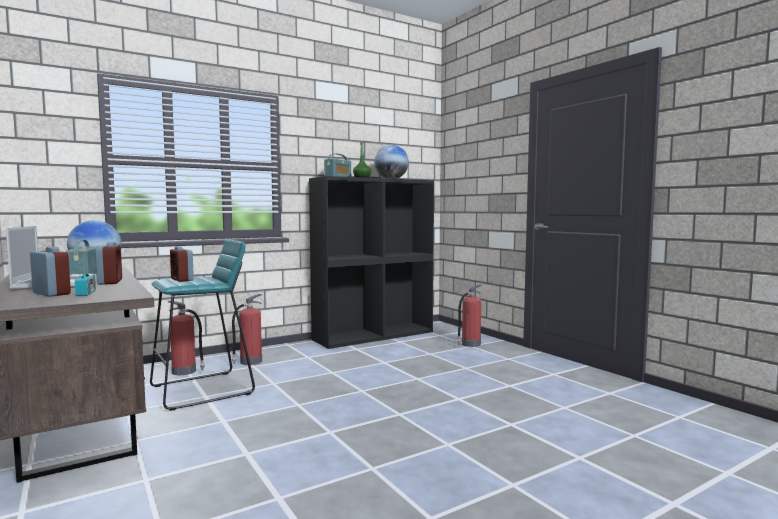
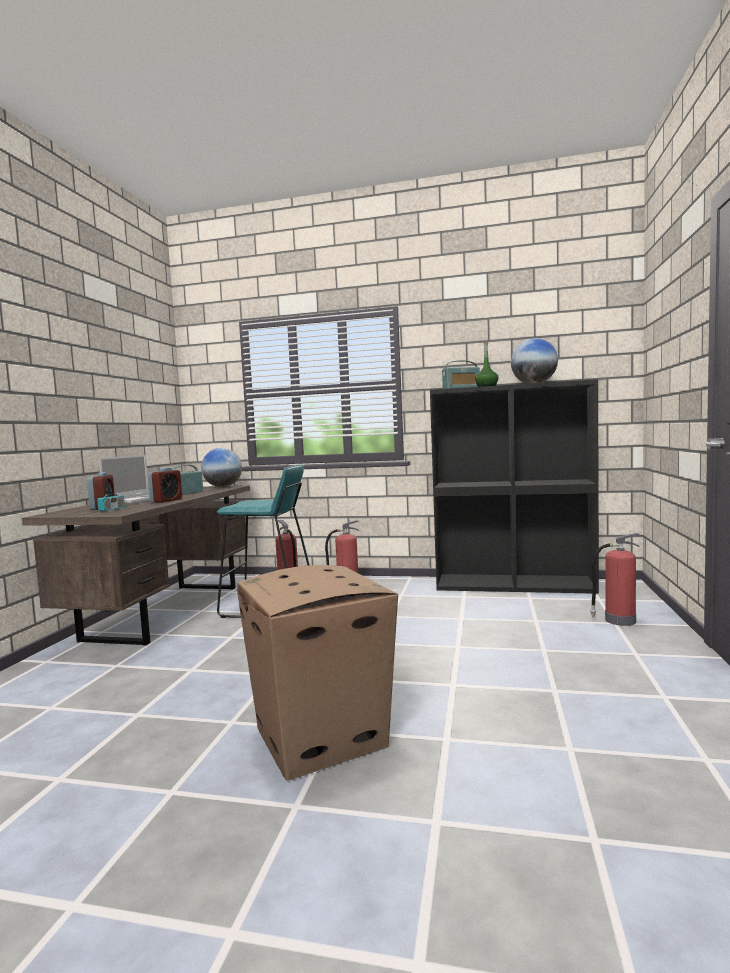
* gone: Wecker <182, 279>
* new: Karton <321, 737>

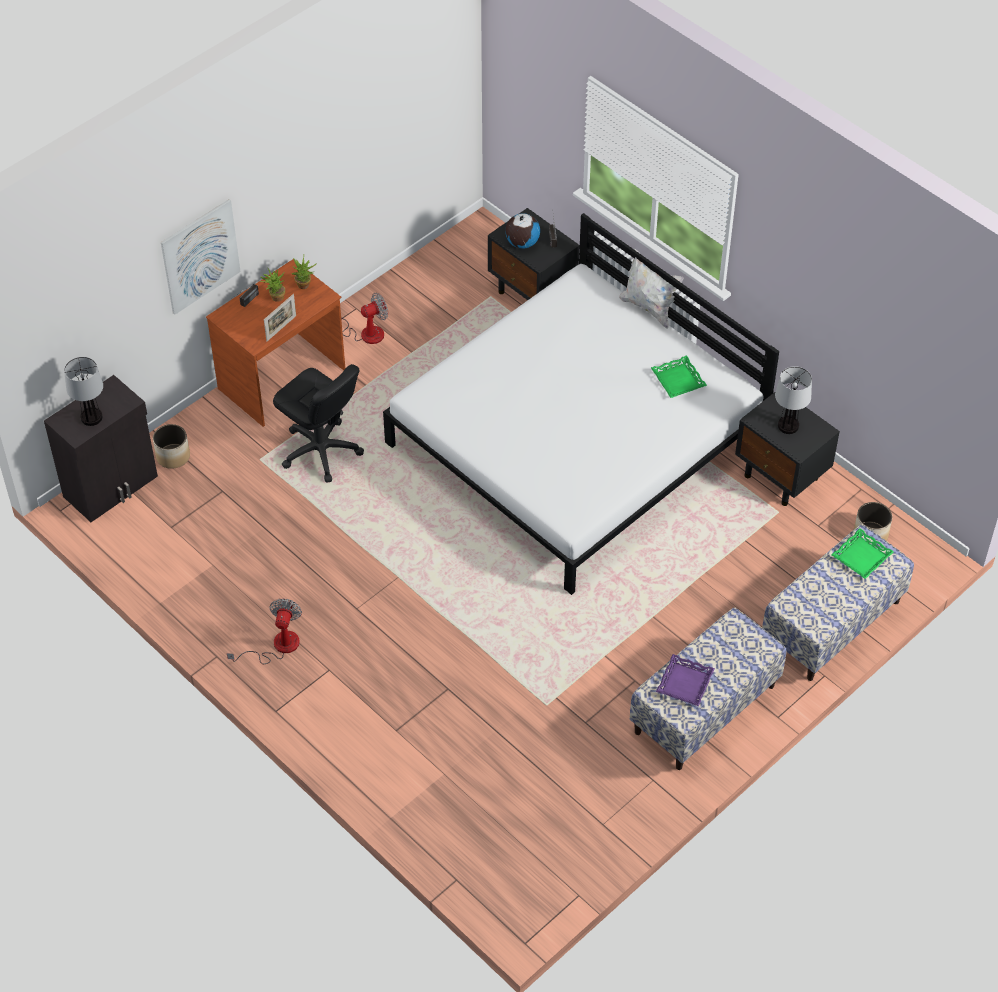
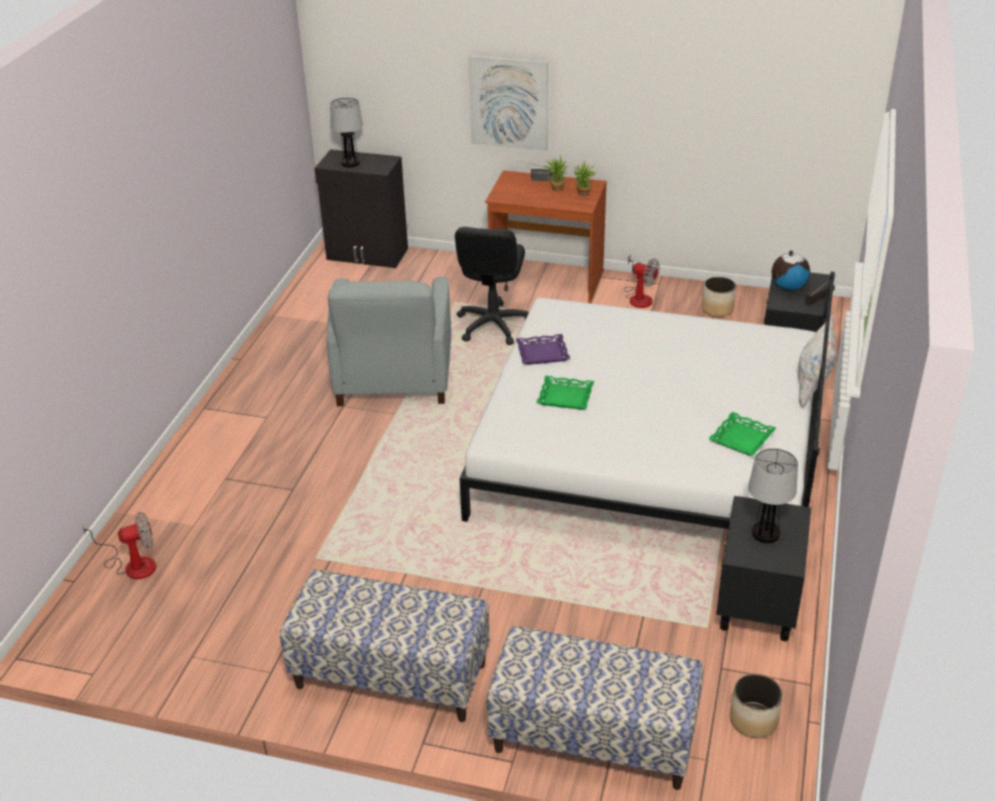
* gone: Bilderrahmen <281, 328>
* new: Sessel/grau <393, 377>
* shifted: Pflanzkübel <173, 456> to <717, 309>
* shifted: Ventilator <277, 646> to <132, 564>
* shifted: Tablett/lila <684, 683> to <542, 353>
* shifted: Tablett/grün <862, 557> to <565, 397>

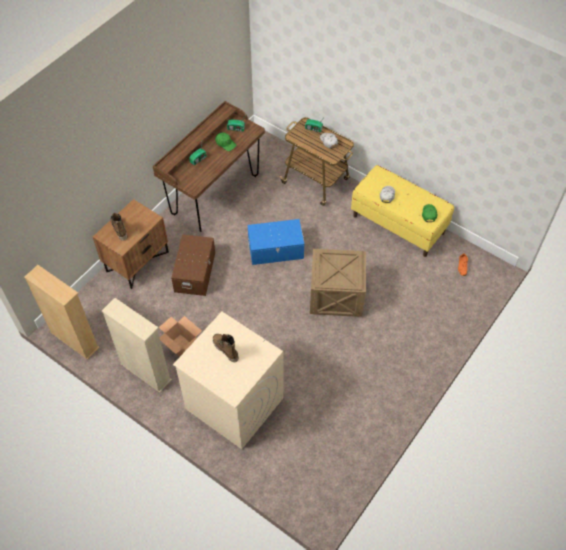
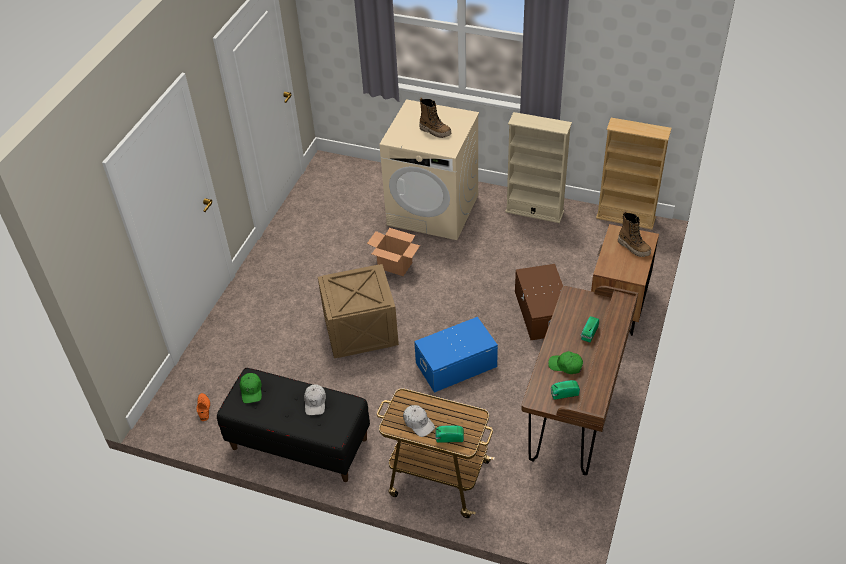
* shifted: Karton <182, 347> to <395, 265>
* repainted: Bank/gelb <398, 224> to Bank/schwarz <299, 444>

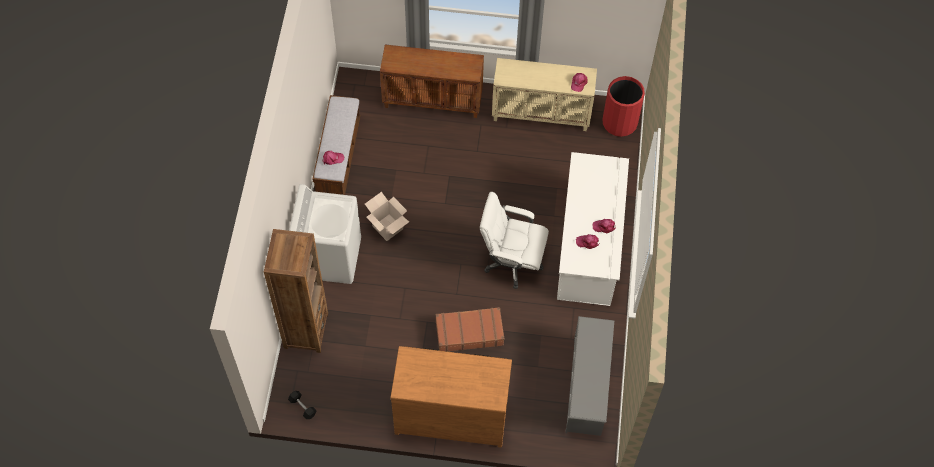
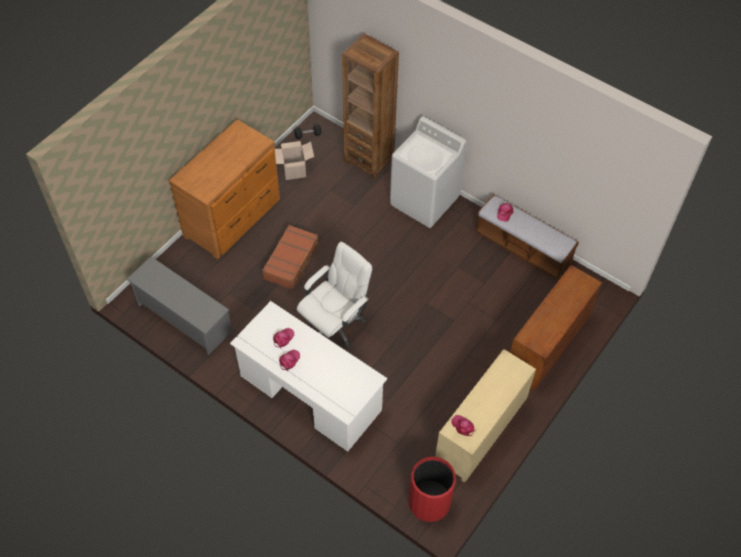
* shifted: Karton <387, 227> to <294, 171>

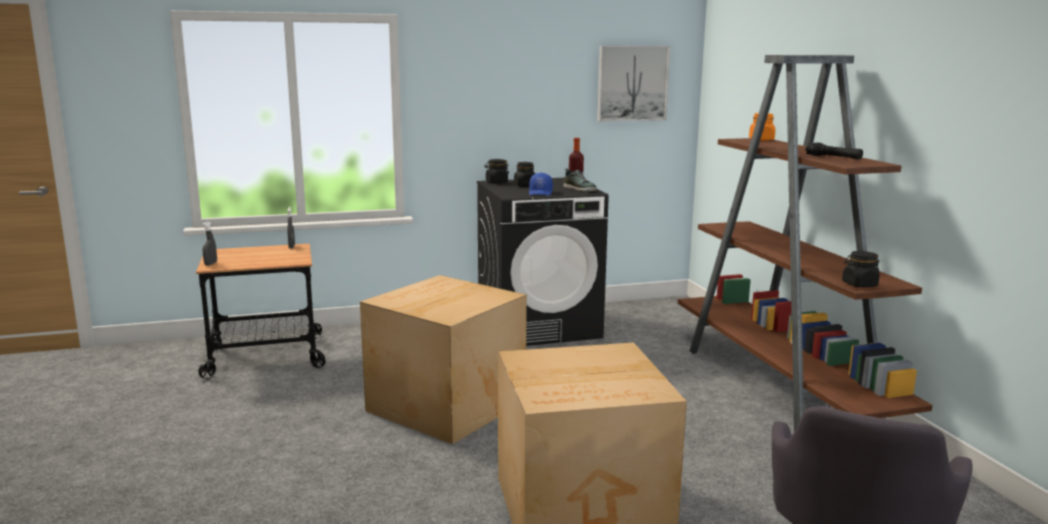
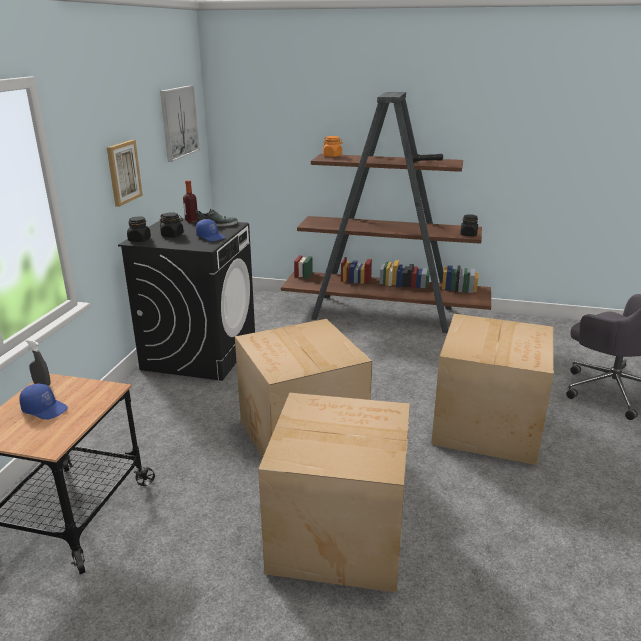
* gone: Sprühflasche/grau <210, 264>
* new: Kappe/blau <45, 409>
* new: Bild <123, 172>
* new: Karton <337, 532>

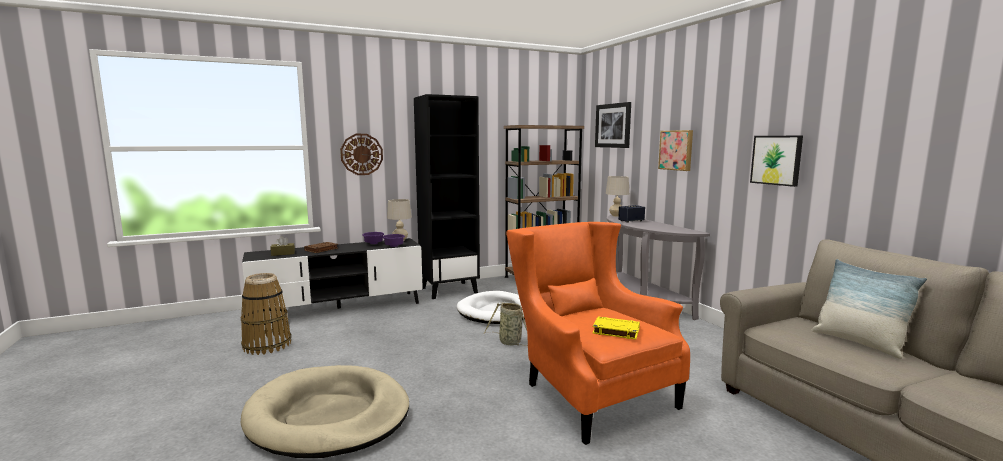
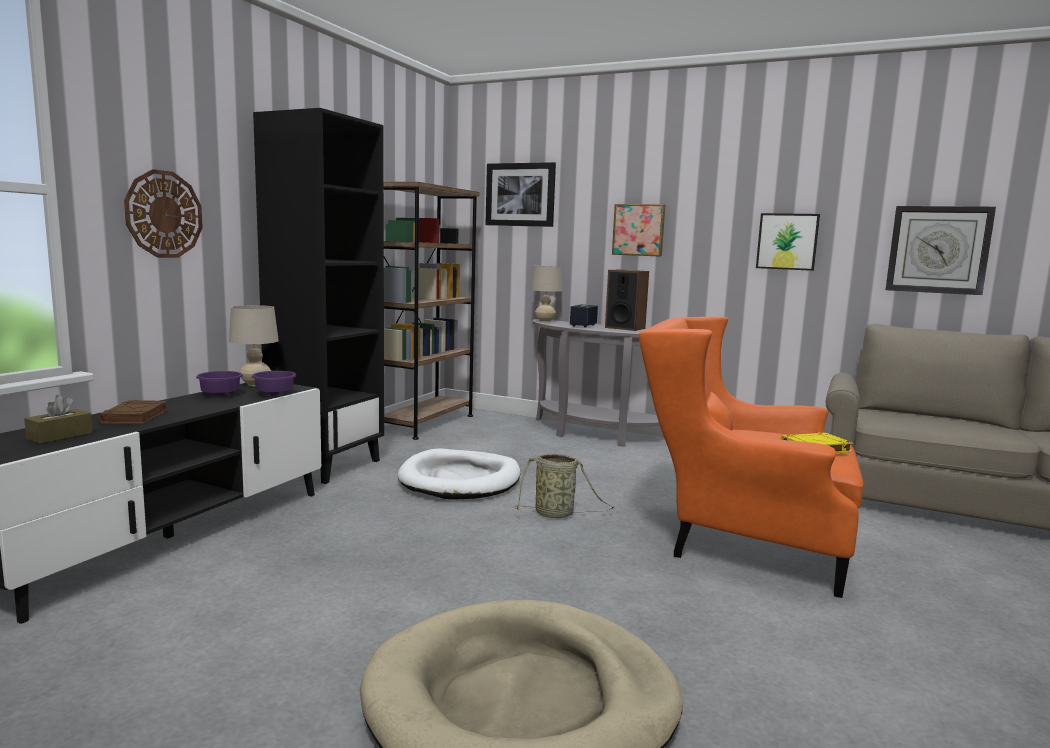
* gone: Korb <267, 345>
* gone: Kissen <858, 343>
* new: Lautsprecher <625, 328>
* new: Wanduhr <938, 250>

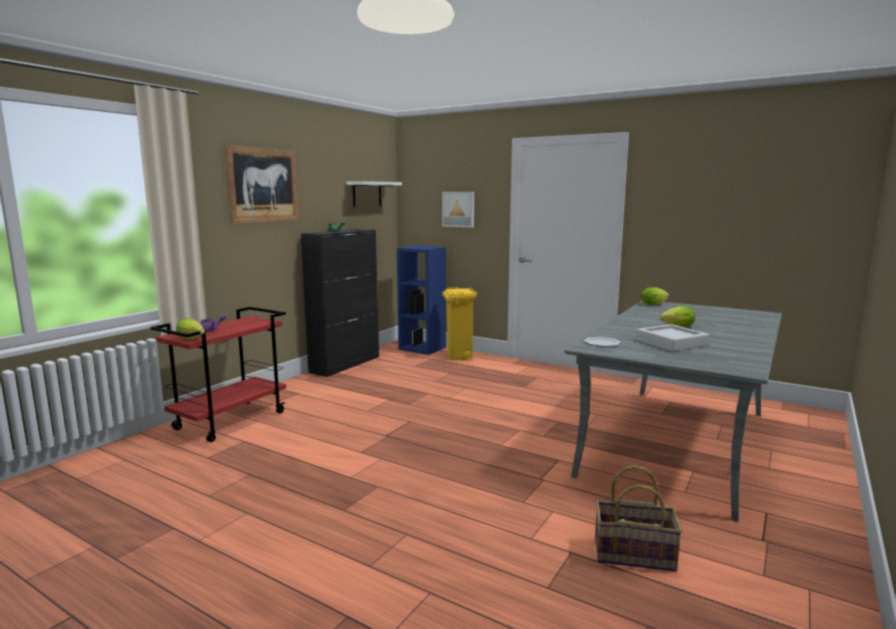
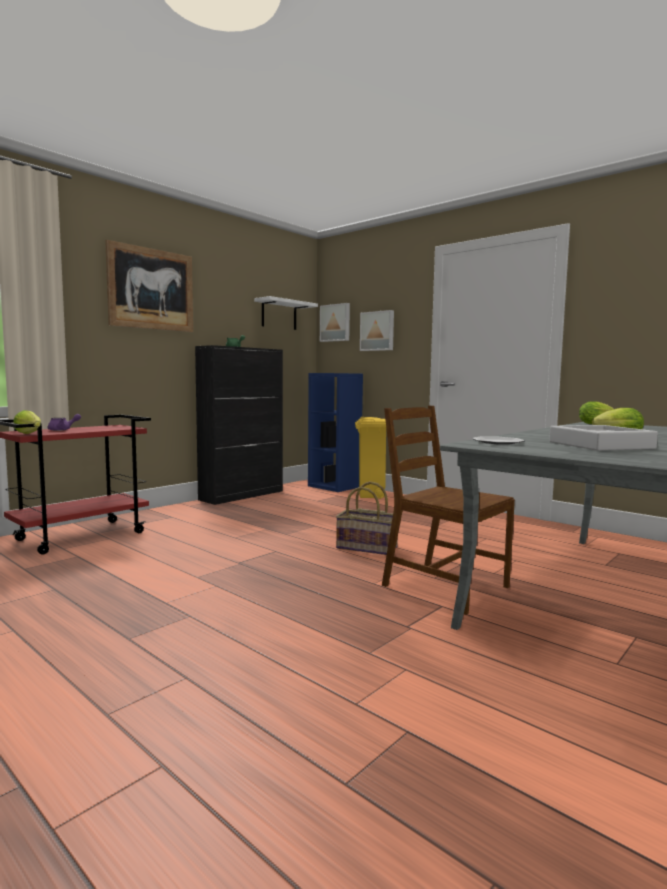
* new: Bild <335, 323>
* new: Stuhl/braun <443, 586>
* shifted: Korb <634, 554> to <367, 547>

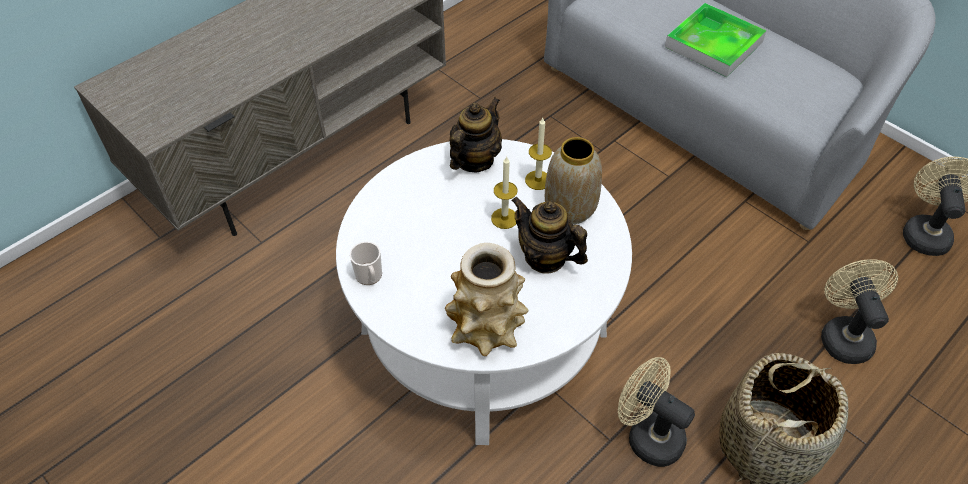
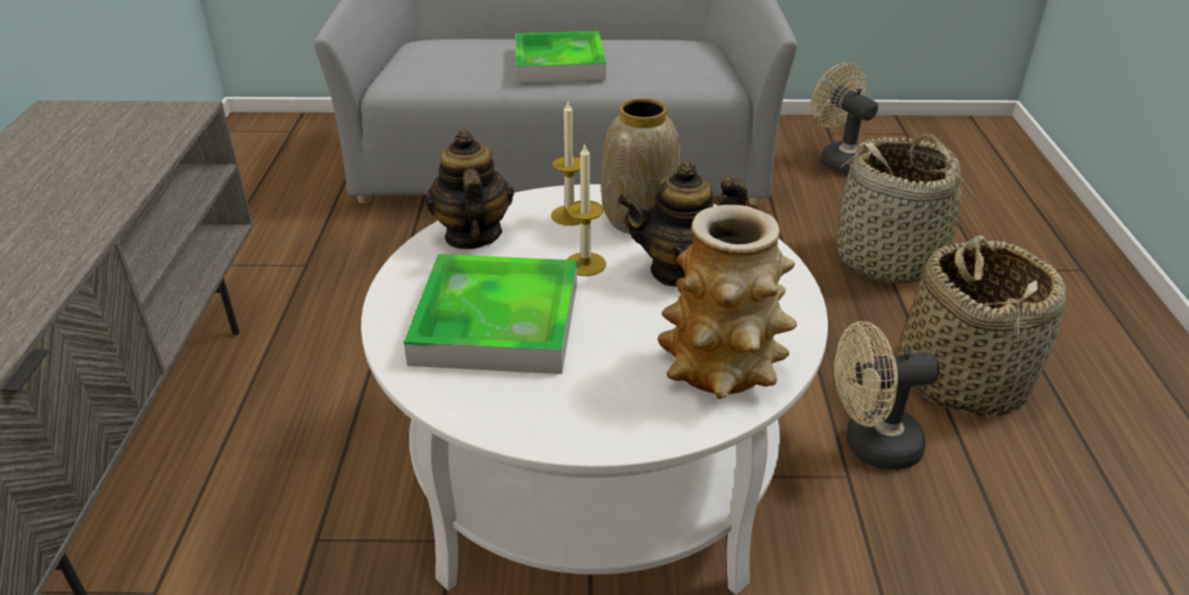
* gone: Henkelbecher <369, 277>
* new: Tablett <497, 322>
* swapped: Ventilator/beige <843, 335> to Korb <889, 259>

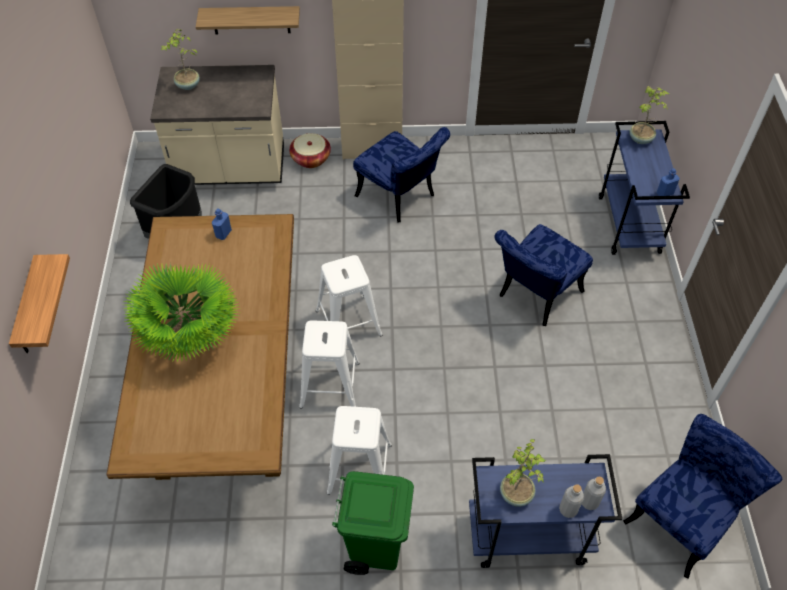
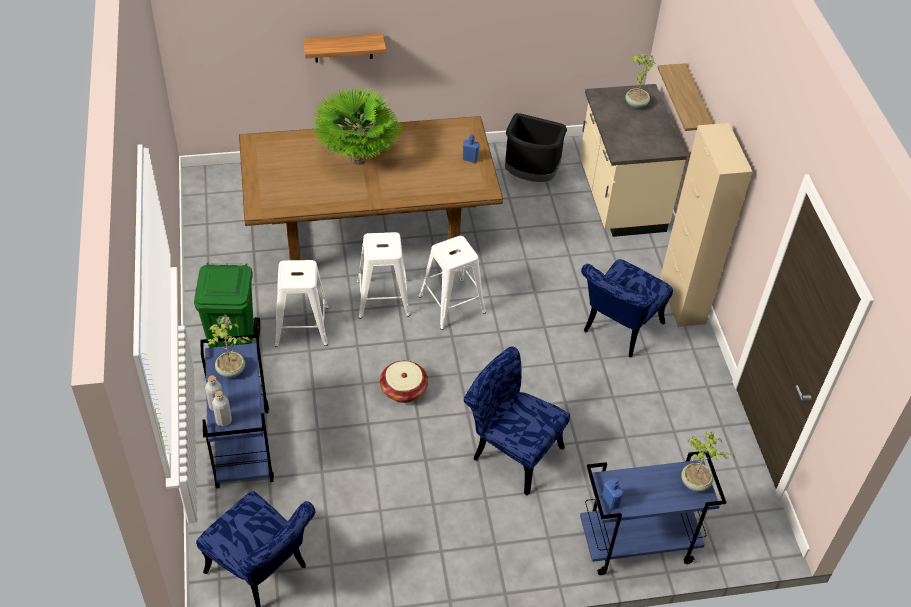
* shifted: Korb <311, 158> to <403, 389>

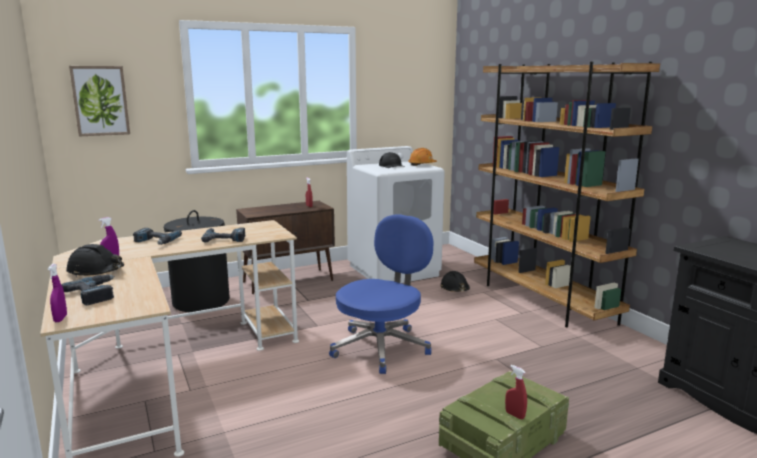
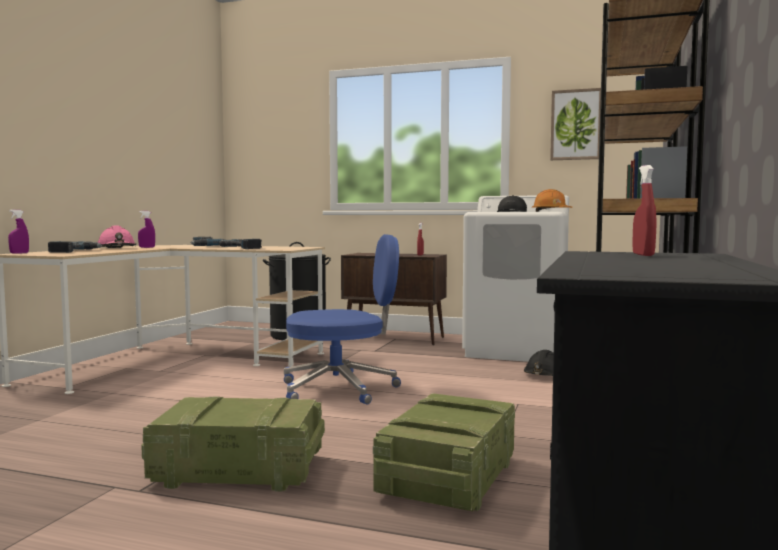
* new: Kiste <449, 479>
* shifted: Bild <100, 101> to <576, 125>
* shifted: Sprühflasche/rot <515, 415> to <643, 255>
* repainted: Schutzhelm/schwarz <96, 271> to Schutzhelm/rosa <117, 248>

